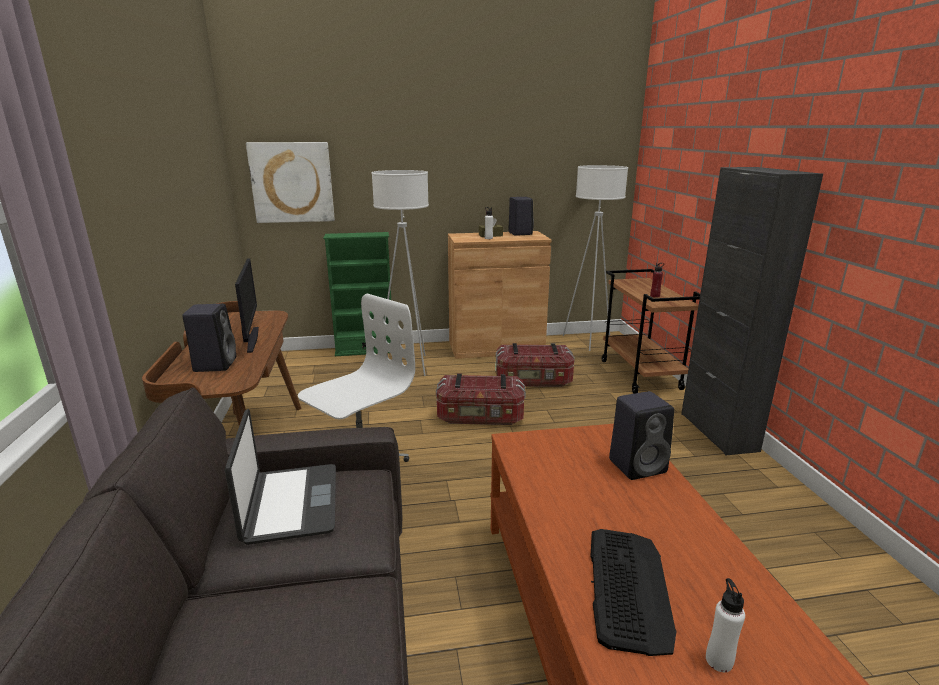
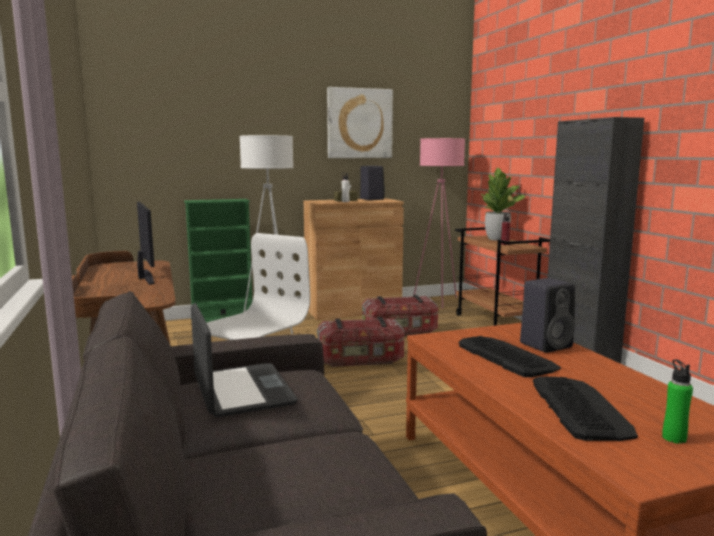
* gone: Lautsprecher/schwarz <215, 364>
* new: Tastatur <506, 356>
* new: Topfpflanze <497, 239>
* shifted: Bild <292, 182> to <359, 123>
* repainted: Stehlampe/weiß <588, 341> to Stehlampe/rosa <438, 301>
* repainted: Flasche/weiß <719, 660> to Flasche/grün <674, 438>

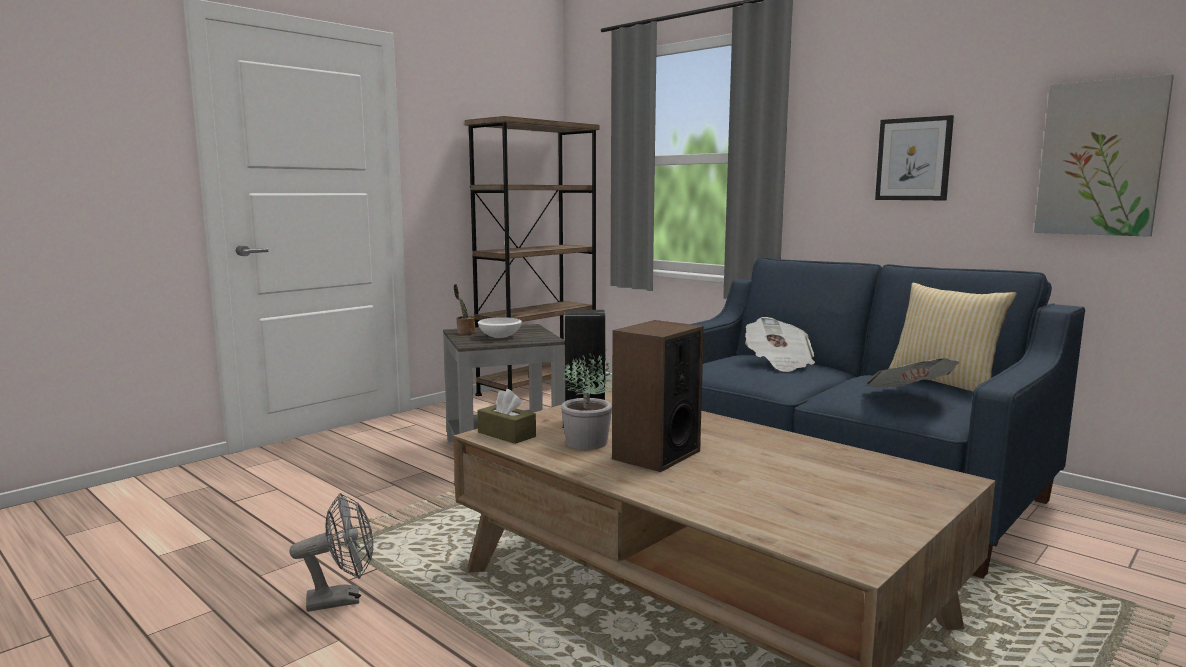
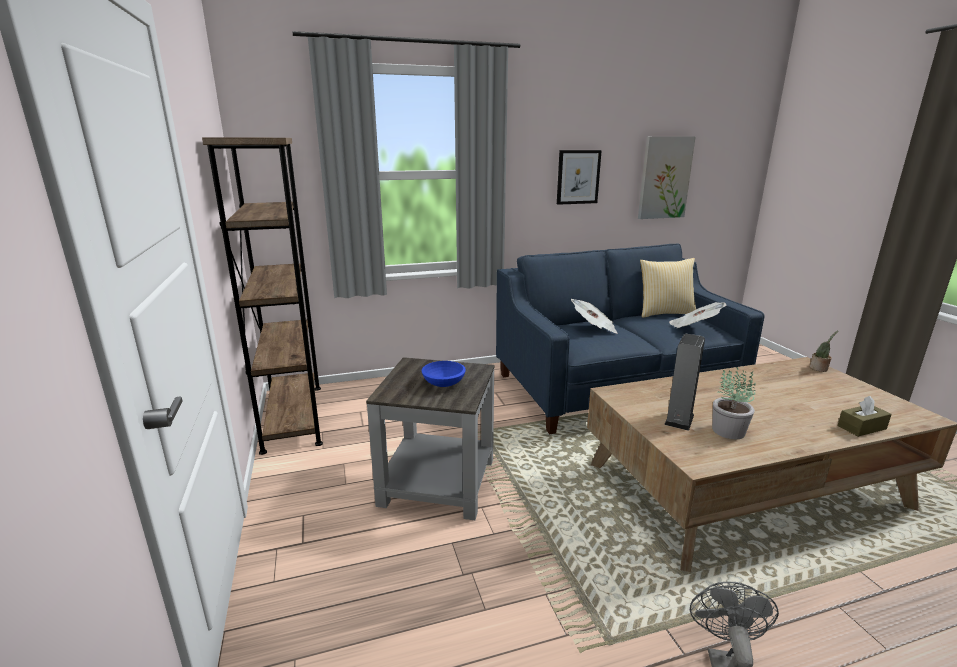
* gone: Lautsprecher <656, 455>
* shifted: Topfpflanze <464, 333> to <819, 369>
* shifted: Taschentuchbox/braun <506, 434> to <861, 427>
* repainted: Schüssel/weiß <500, 337> to Schüssel/blau <444, 383>

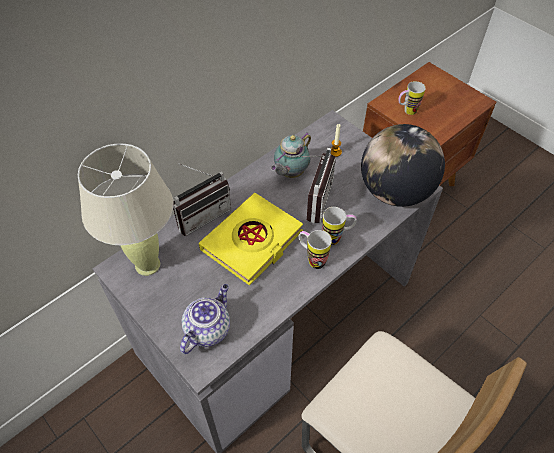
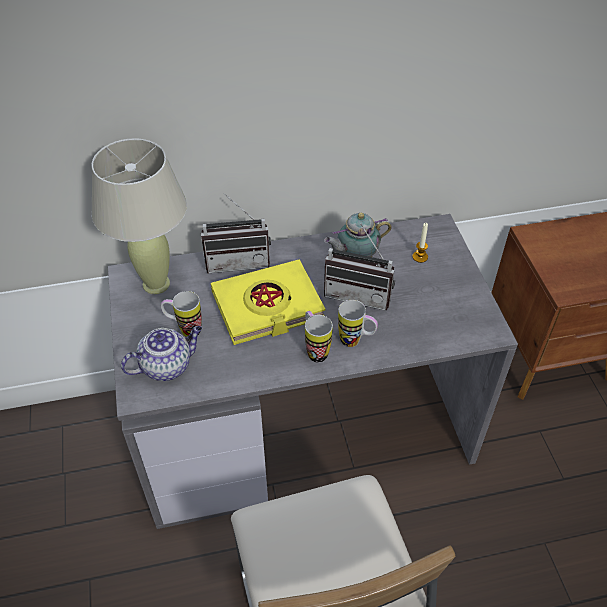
* gone: Globus <395, 192>
* shifted: Henkelbecher <406, 111> to <184, 330>
* rotated: Radio <313, 200> = <359, 294> 60 degrees clockwise

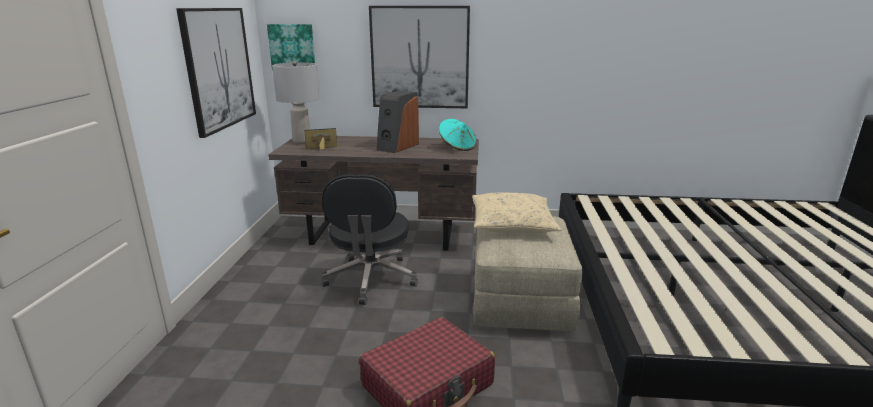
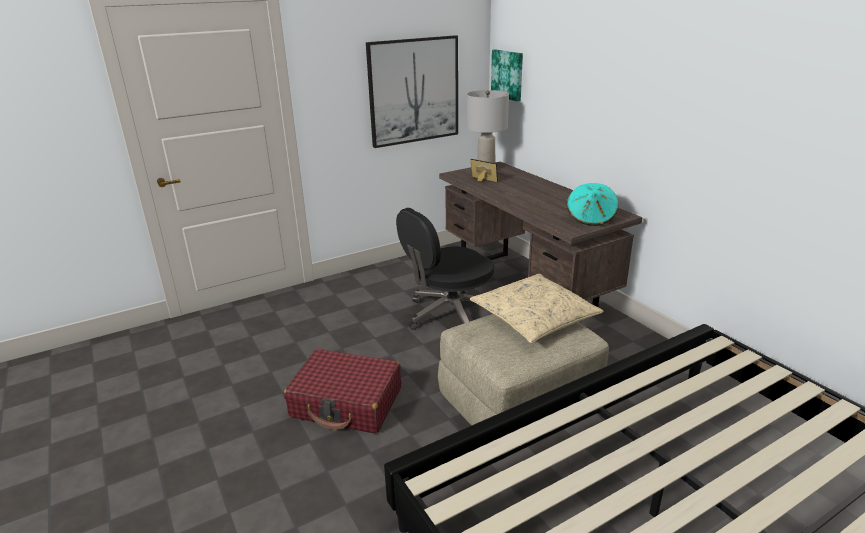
* gone: Bild <420, 58>
* gone: Lautsprecher <397, 146>

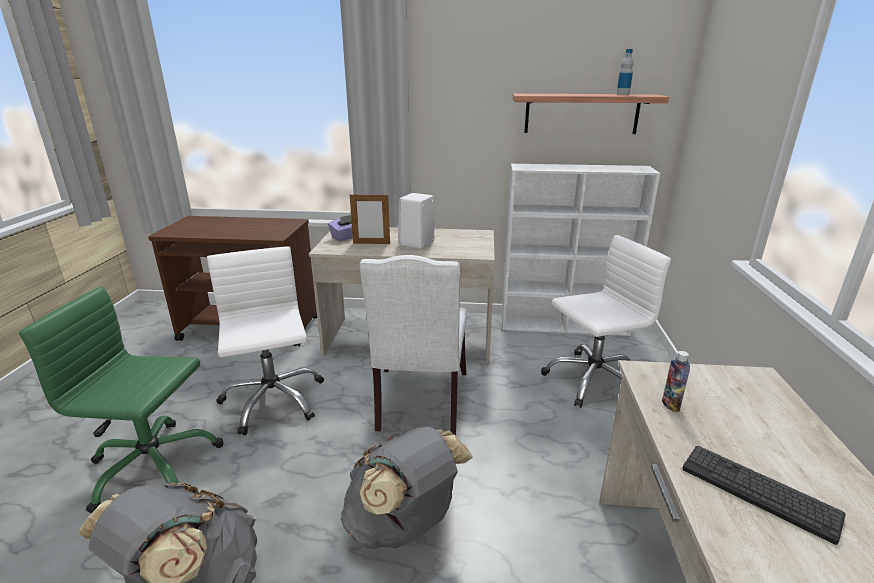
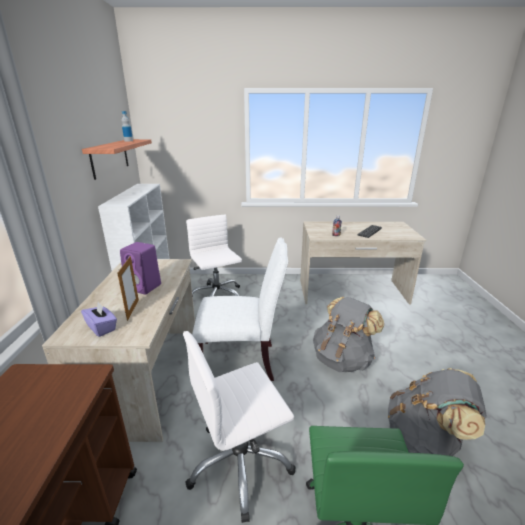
* repainted: Lautsprecher/weiß <416, 244> to Lautsprecher/lila <145, 287>

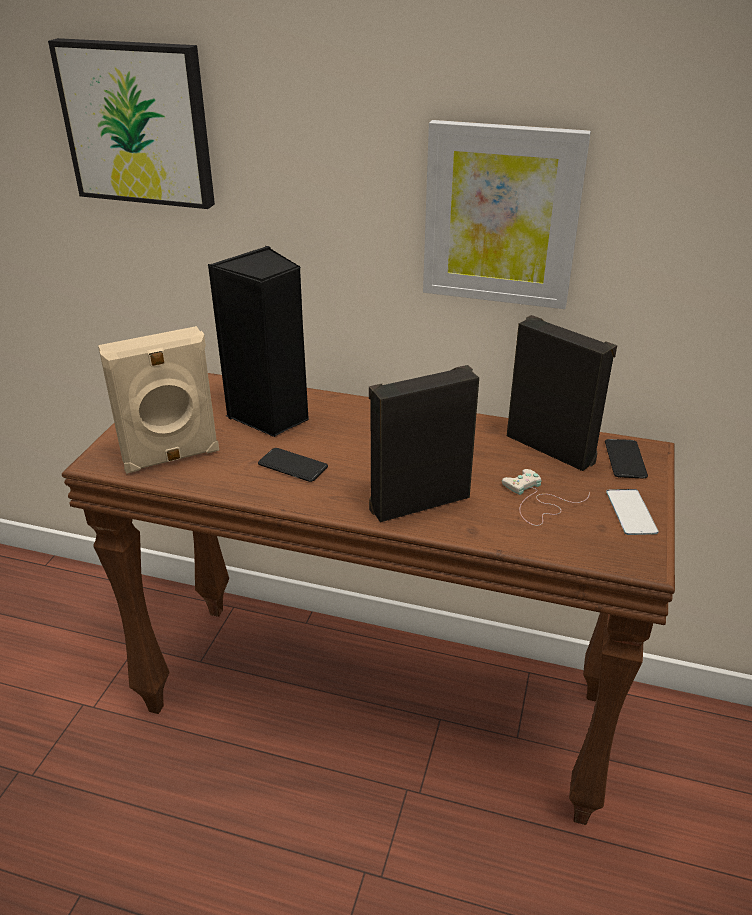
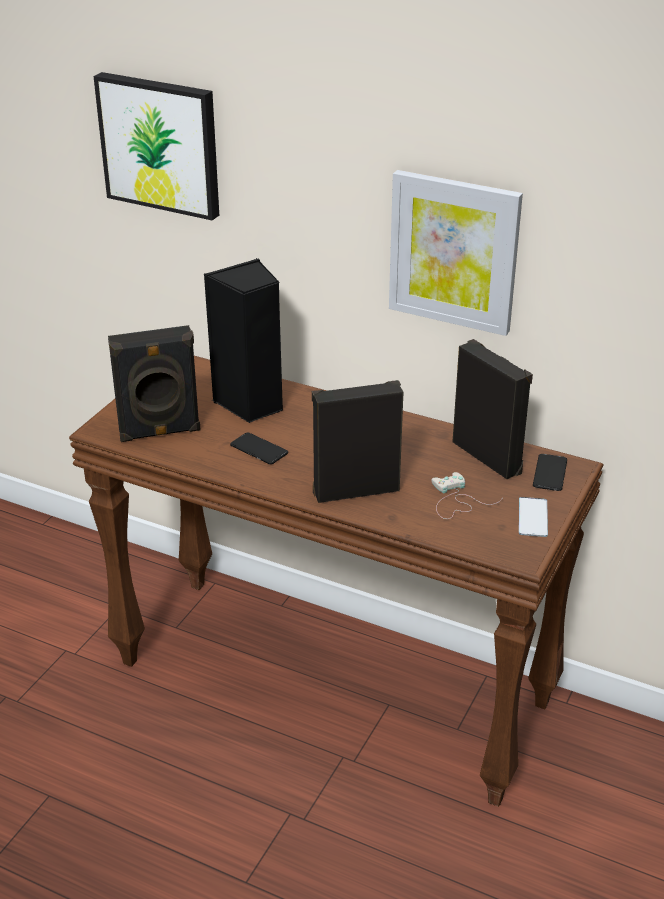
* repainted: Lautsprecher/beige <171, 458> to Lautsprecher/schwarz <160, 433>

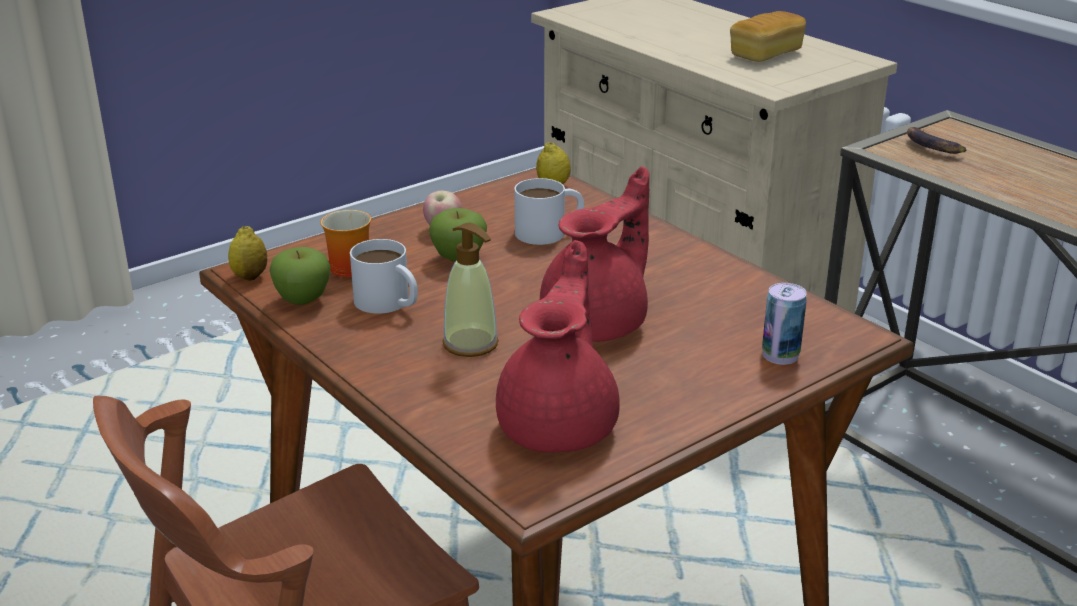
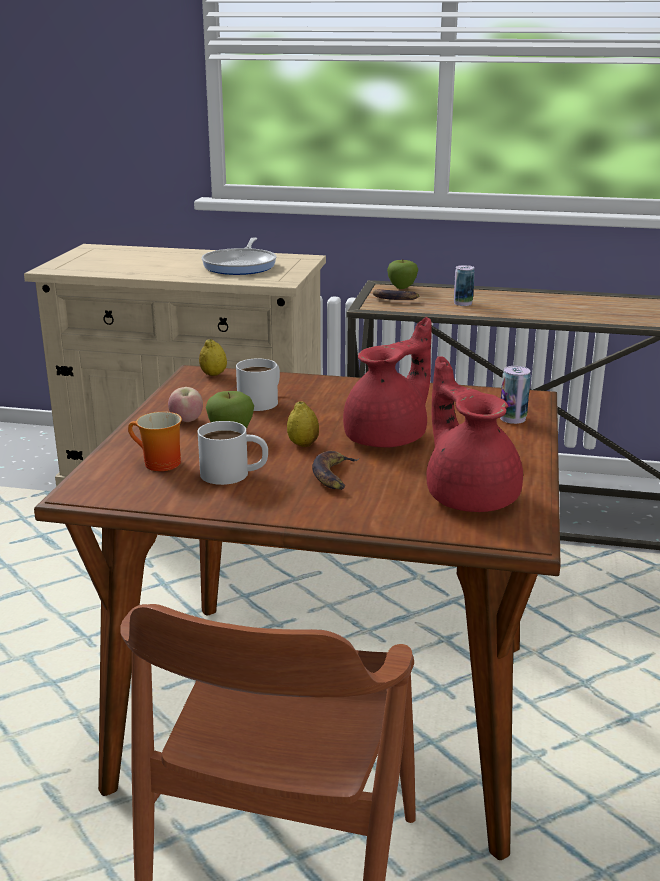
* new: Dose <463, 303>
* shifted: Zitrone <250, 276> to <303, 444>
* shifted: Apfel <303, 300> to <402, 287>
* swapped: Seifenspender <471, 344> to Banane <334, 476>
* swapped: Brot <766, 54> to Pfanne <241, 265>
* rotated: Teekanne/rot <598, 323> = <389, 438> 45 degrees clockwise

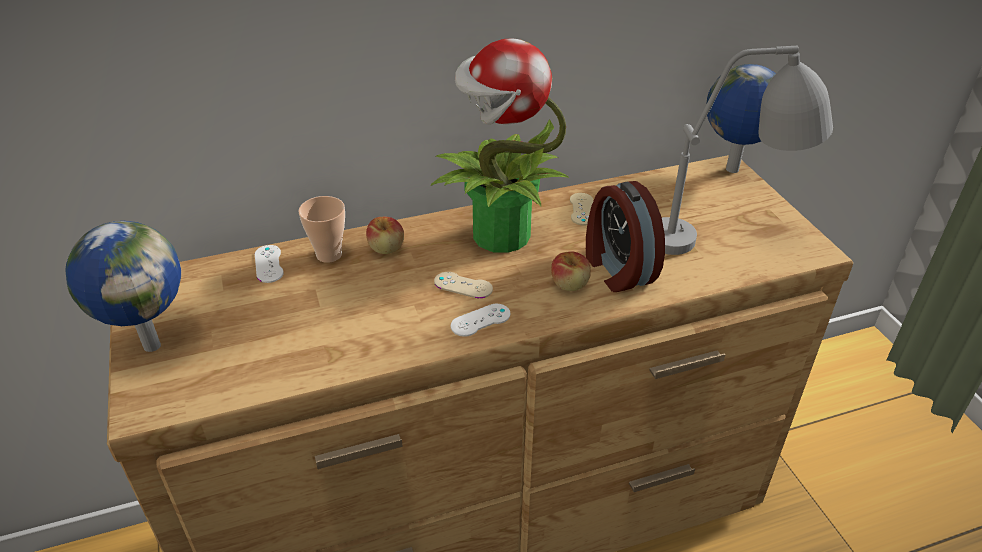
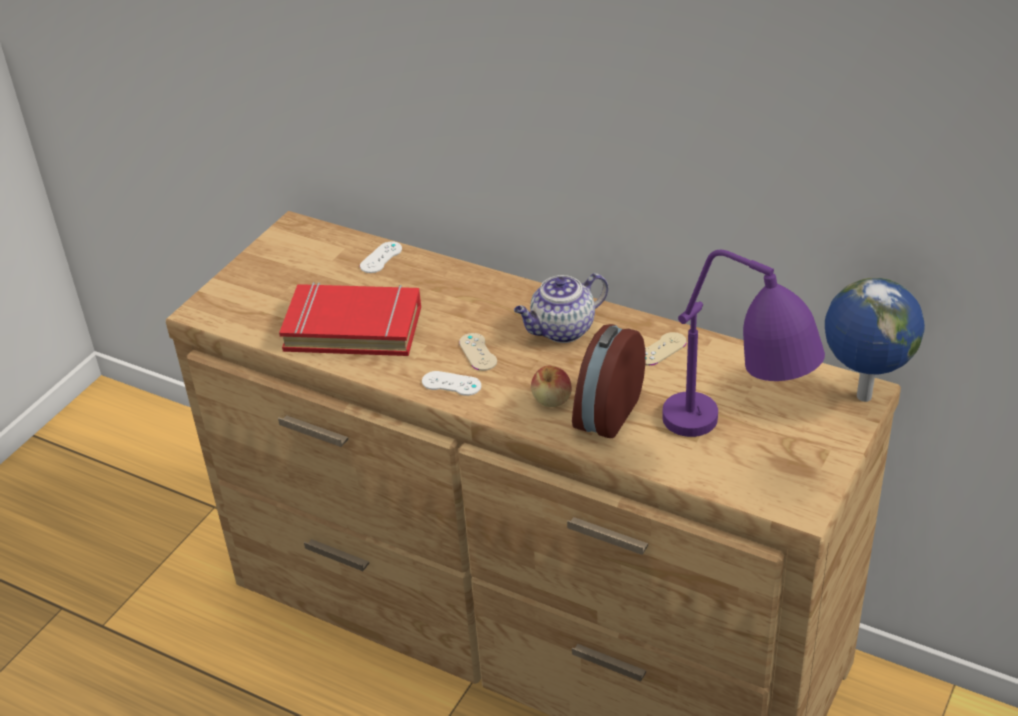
* gone: Globus <151, 344>
* gone: Tasse <329, 255>
* gone: Apfel <386, 248>
* new: Buch/rot <353, 328>
* swapped: Topfpflanze <499, 235> to Teekanne <562, 330>
* repainted: Tischlampe/grau <725, 239> to Tischlampe/lila <737, 447>

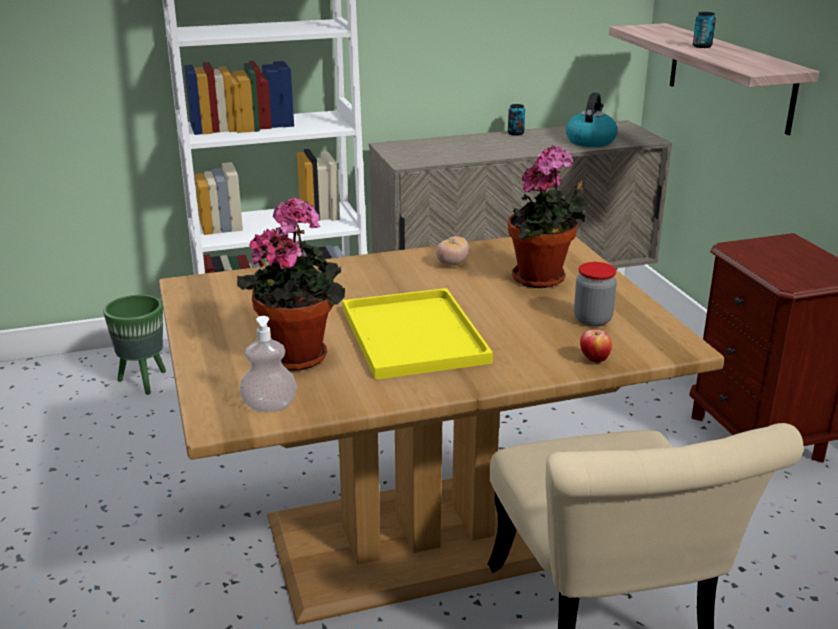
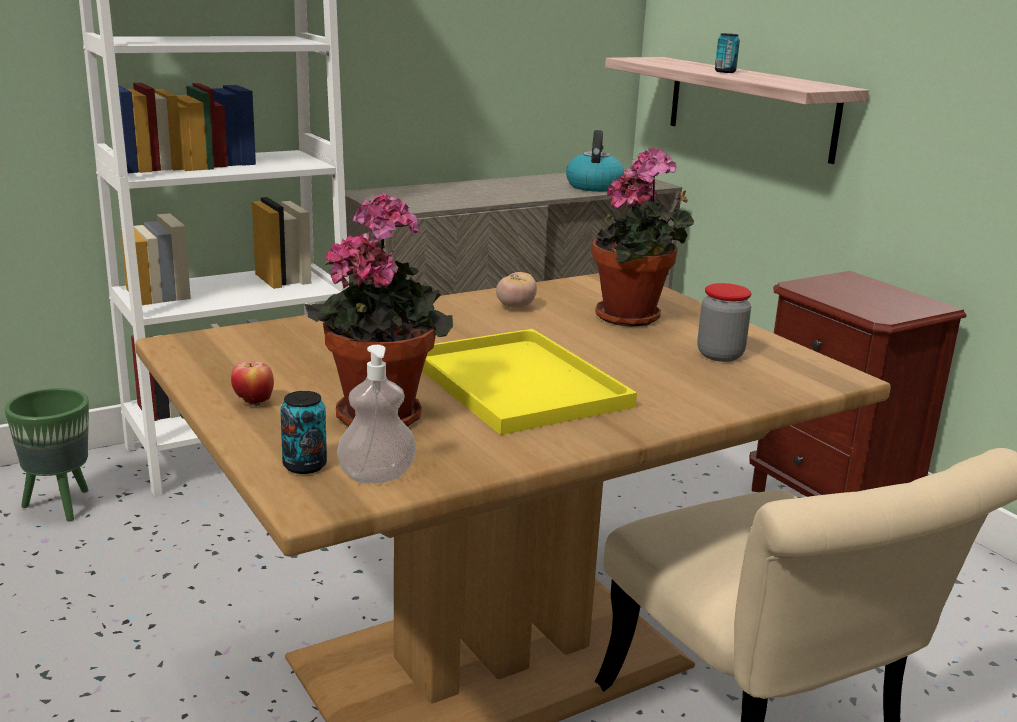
* shifted: Dose <515, 133> to <304, 465>
* shifted: Apfel <594, 360> to <253, 403>

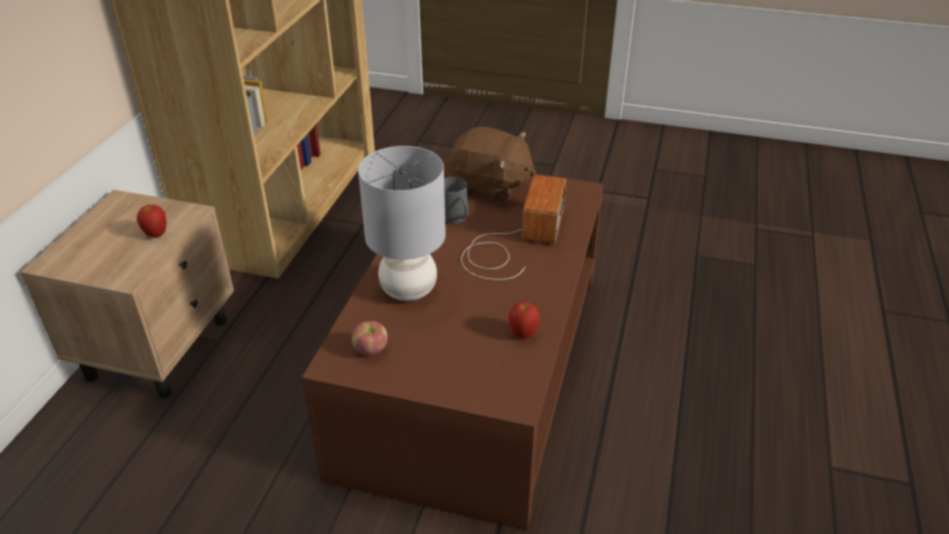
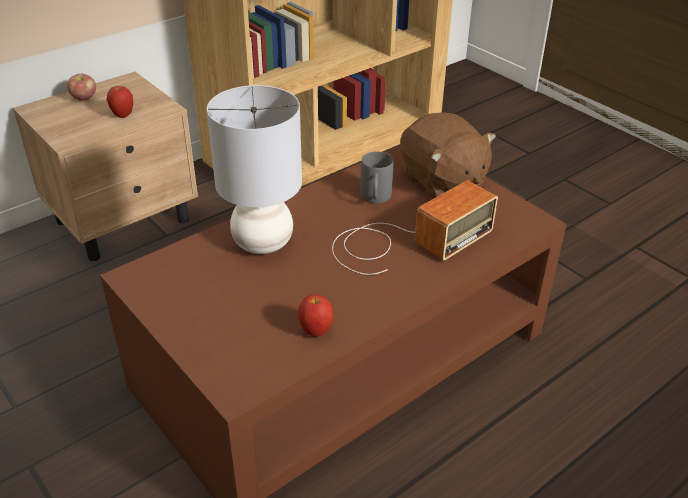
* shifted: Apfel <371, 350> to <84, 98>

